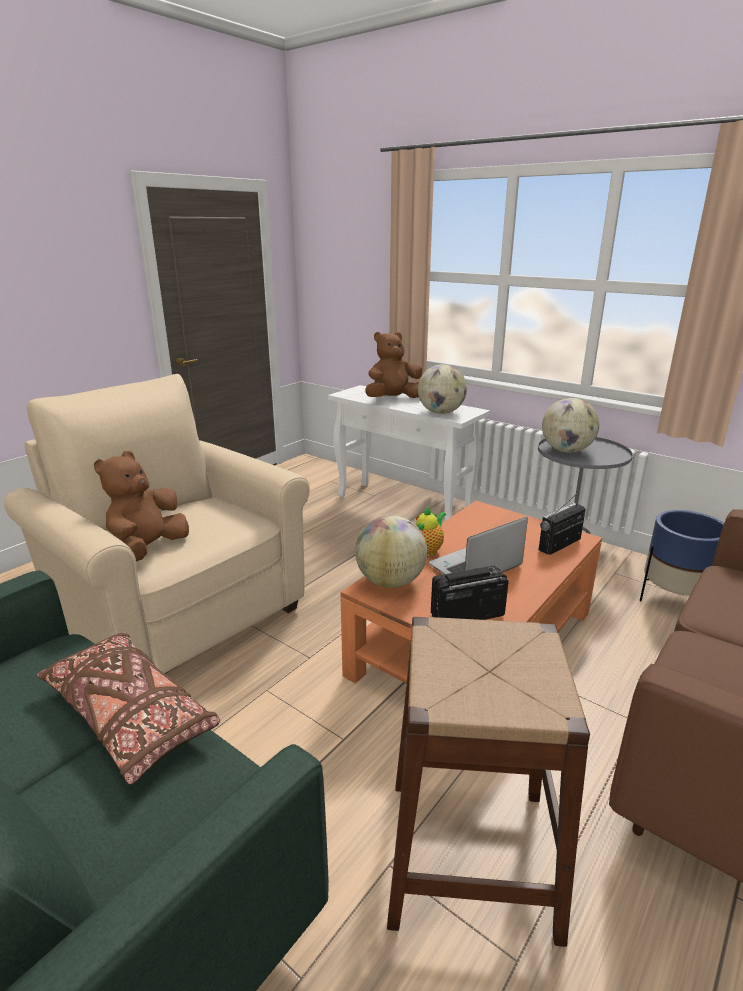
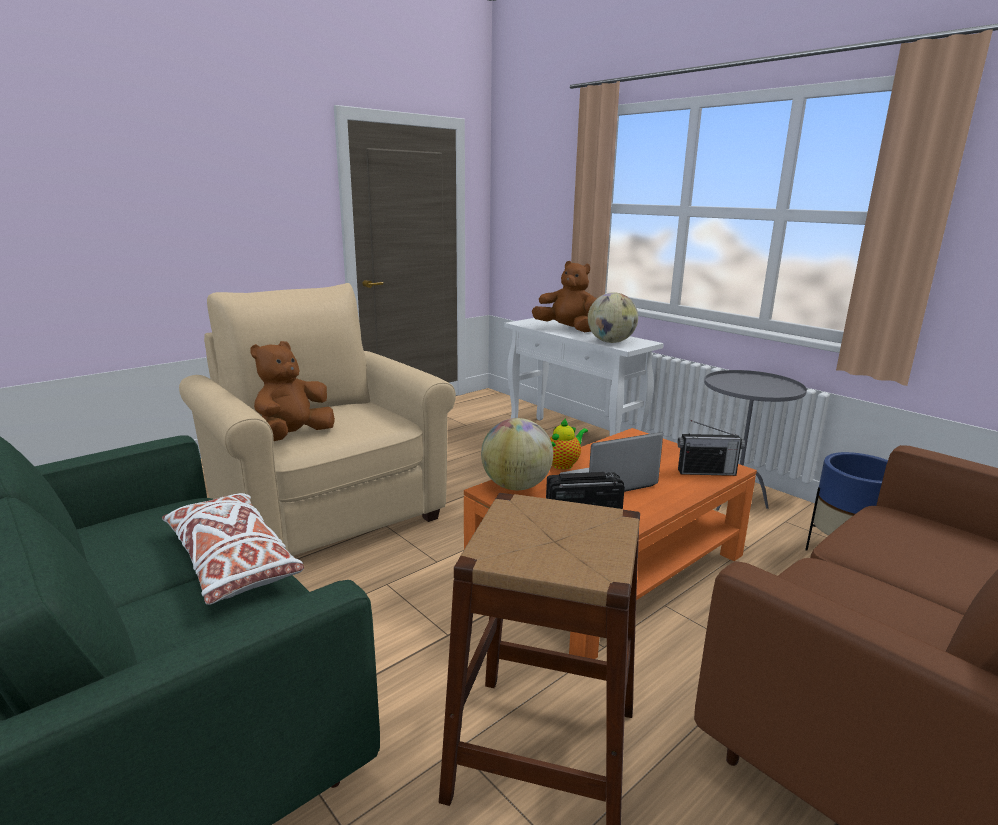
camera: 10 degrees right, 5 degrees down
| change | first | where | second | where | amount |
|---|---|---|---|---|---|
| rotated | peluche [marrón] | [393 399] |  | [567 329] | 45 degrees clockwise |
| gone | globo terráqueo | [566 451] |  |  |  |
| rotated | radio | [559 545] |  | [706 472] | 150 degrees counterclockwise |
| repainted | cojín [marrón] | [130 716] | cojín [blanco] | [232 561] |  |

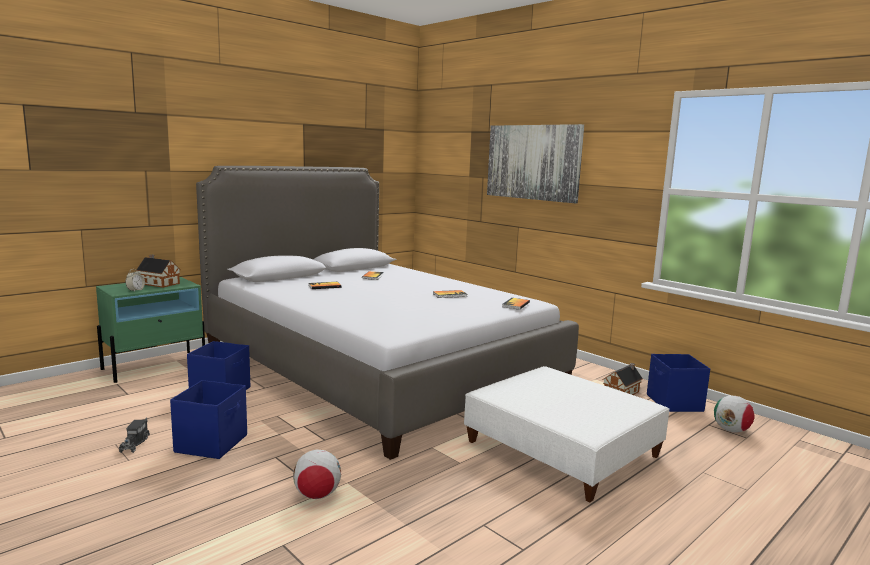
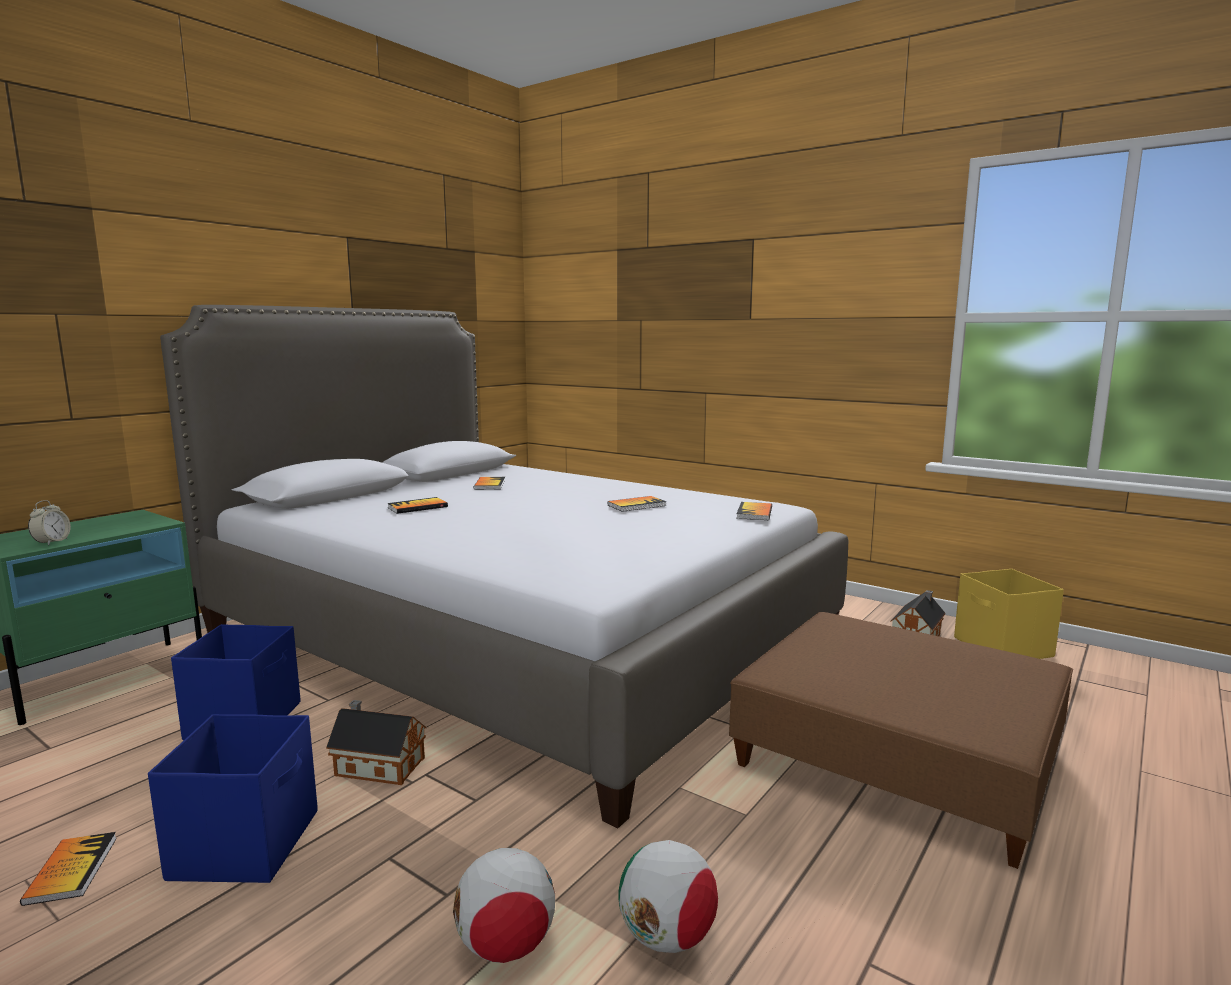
camera: 10 degrees left, 0 degrees up
| change | first | where | second | where | amount |
|---|---|---|---|---|---|
| gone | cuadro | [533 162] |  |  |  |
| shifted | casita | [158 283] |  | [377 765] |  |
| repainted | caja de almacenaje [azul] | [674 403] | caja de almacenaje [amarillo] | [1003 648] |  |
| repainted | puf [blanco] | [561 448] | puf [marrón] | [897 757] |  |
| shifted | balón de fútbol | [731 430] |  | [667 937] |  |
| swapped | camión de juguete | [135 443] | libro | [71 870] |  |

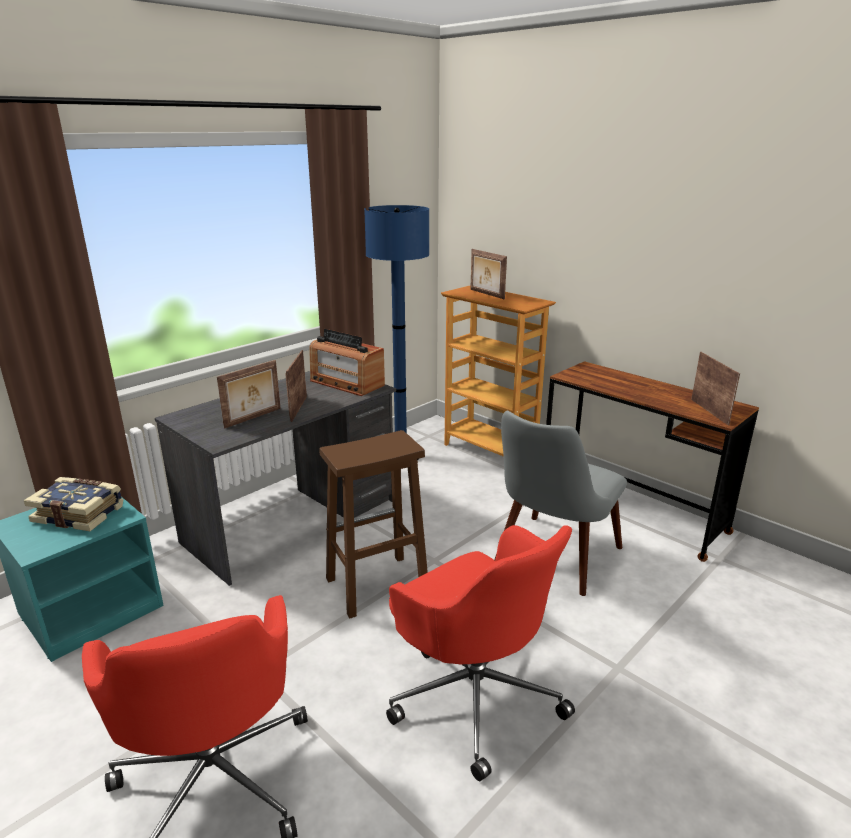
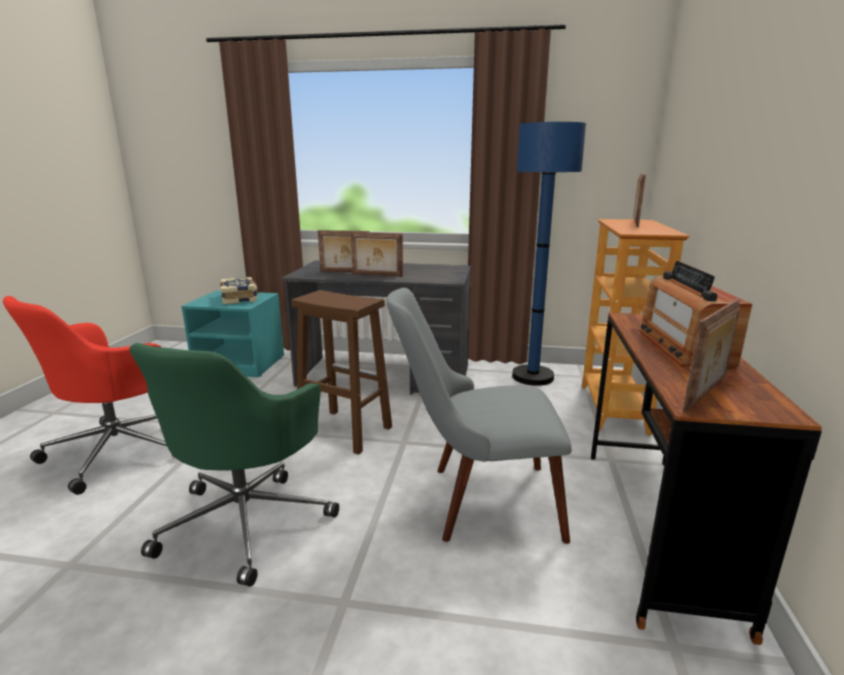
camera: 55 degrees right, 5 degrees down
| change | first | where | second | where | amount |
|---|---|---|---|---|---|
| shifted | radio | [346 383] |  | [683 347] |  |
| rotated | portarretratos | [297 408] |  | [377 275] | 135 degrees counterclockwise |
| repainted | silla de oficina [rojo] | [474 694] | silla de oficina [verde] | [247 520] |  |

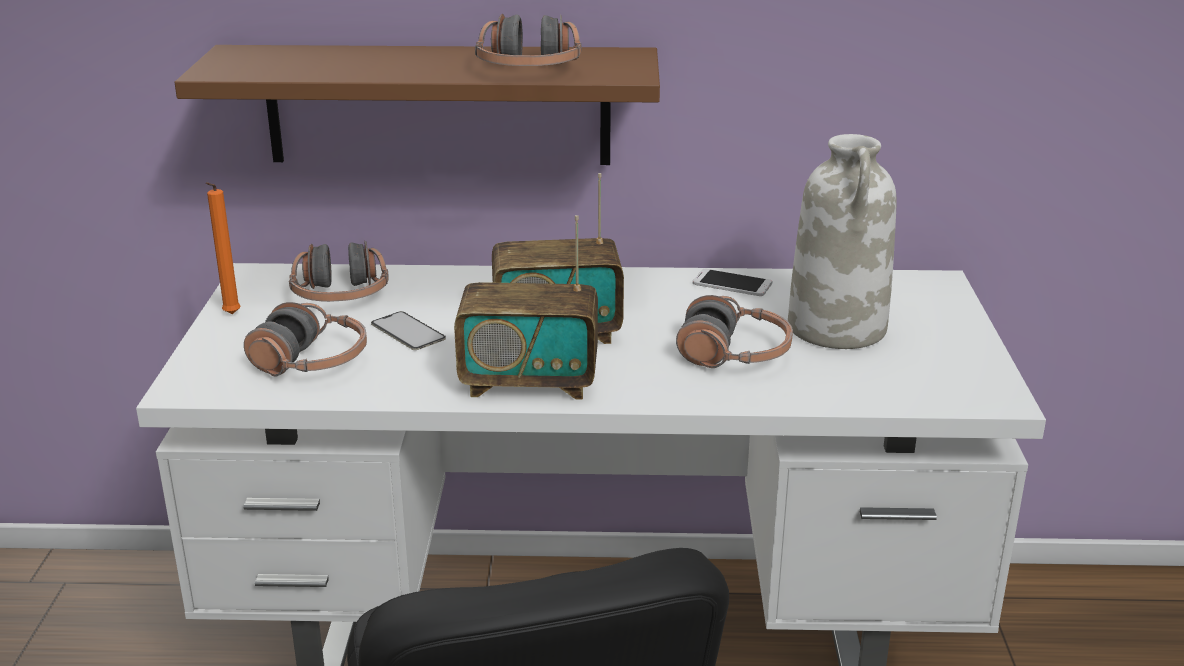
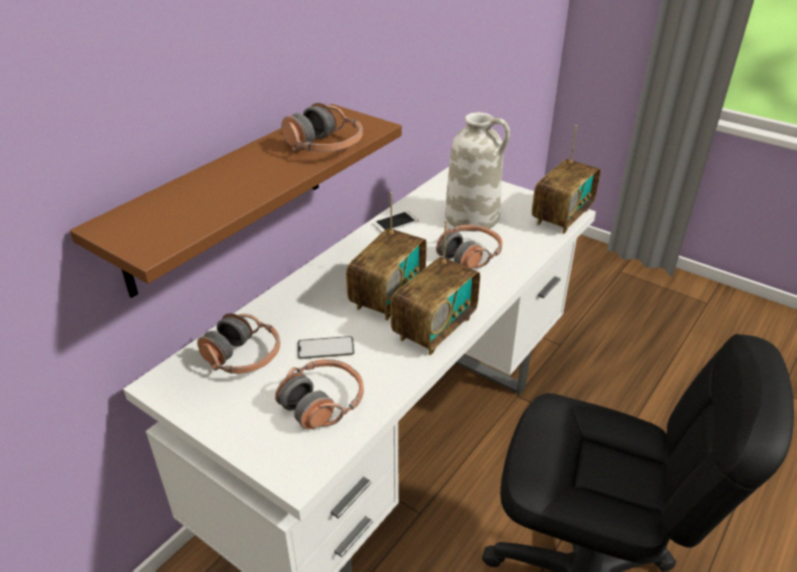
camera: 55 degrees left, 10 degrees up
| change | first | where | second | where | amount |
|---|---|---|---|---|---|
| gone | vela [naranja] | [230 315] |  |  |  |
| new |  |  | radio | [562 217] |  |

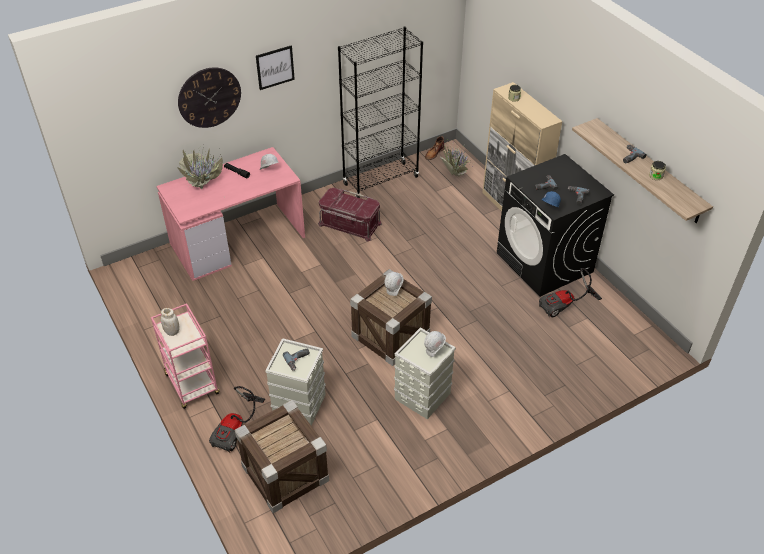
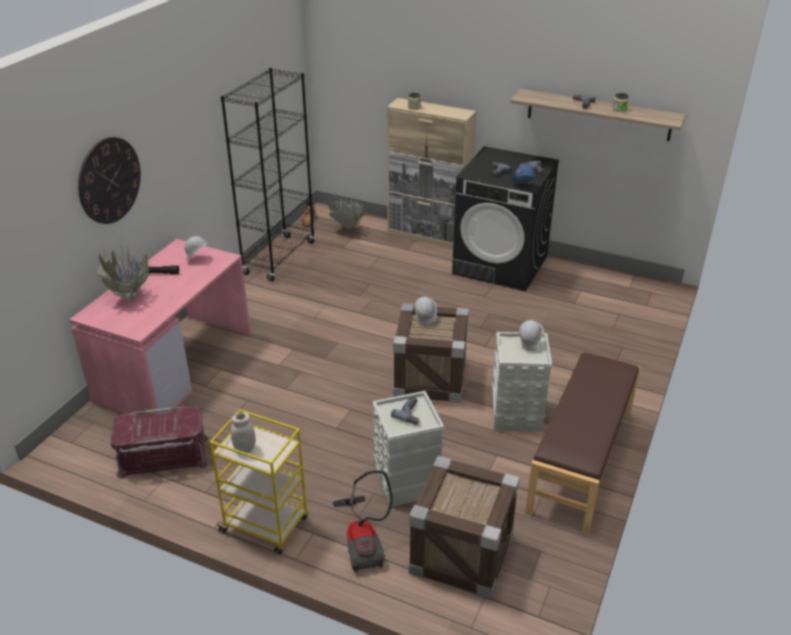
camera: 35 degrees left, 10 degrees down
| change | first | where | second | where | amount |
|---|---|---|---|---|---|
| gone | cuadro | [275 67] |  |  |  |
| shifted | caja de almacenaje [rojo] | [349 224] |  | [163 457] |  |
| gone | aspiradora | [565 306] |  |  |  |
| repainted | carrito [rosa] | [192 385] | carrito [amarillo] | [266 525] |  |
| new |  |  | banco [marrón] | [582 461] |  |

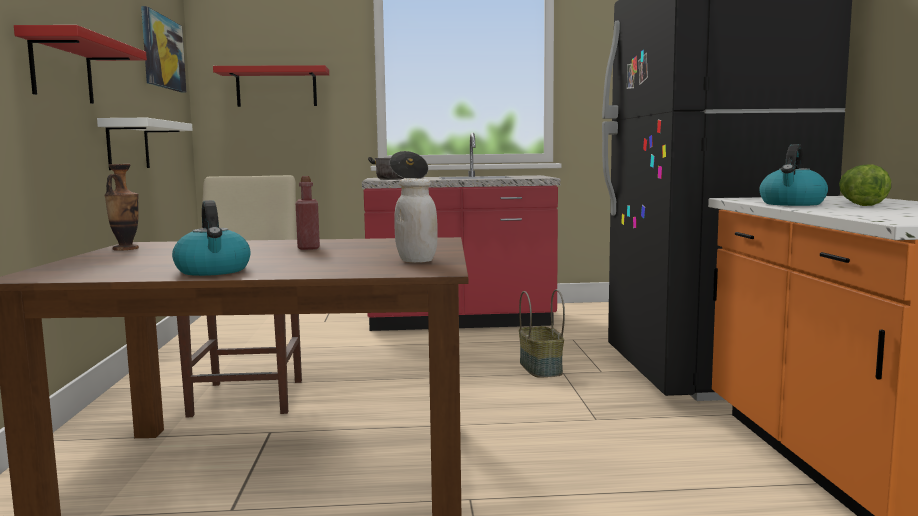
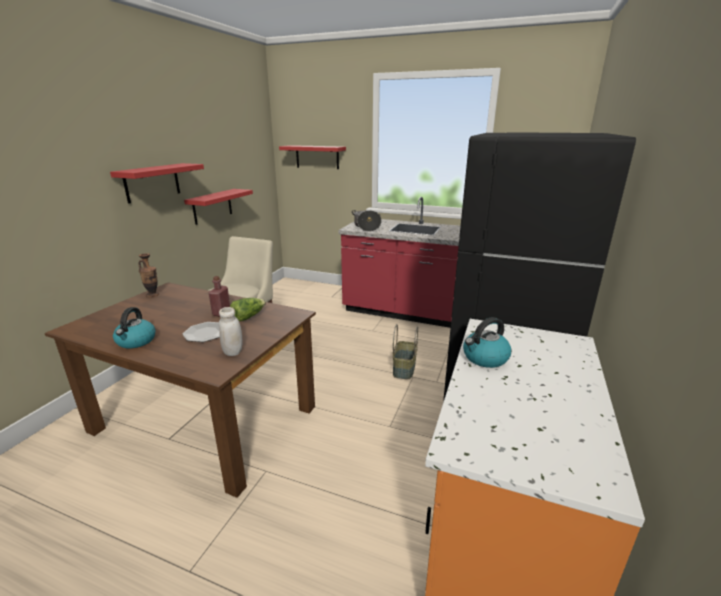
camera: 25 degrees right, 15 degrees up
| change | first | where | second | where | amount |
|---|---|---|---|---|---|
| gone | cuadro | [162 52] |  |  |  |
| repainted | estante [blanco] | [128 145] | estante [rojo] | [212 206] |  |
| shifted | lechuga | [860 204] |  | [248 317] |  |
| new |  |  | plato | [205 333] |  |

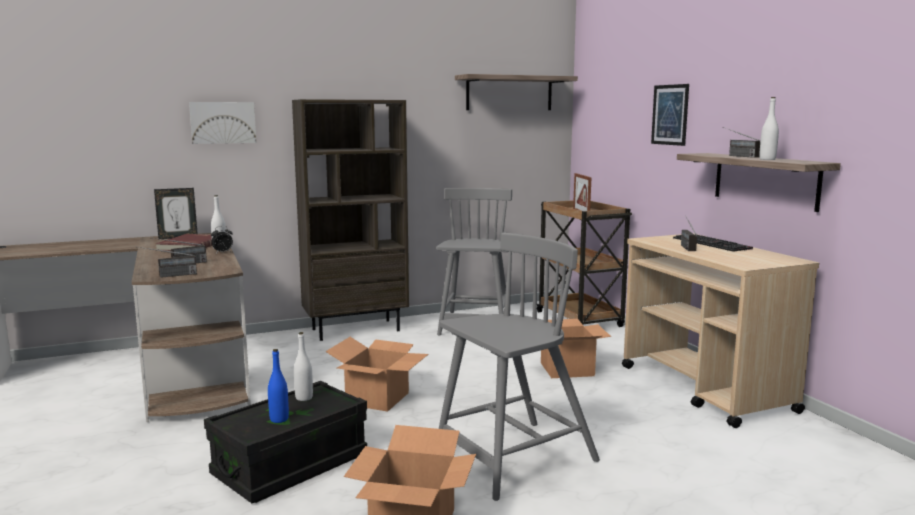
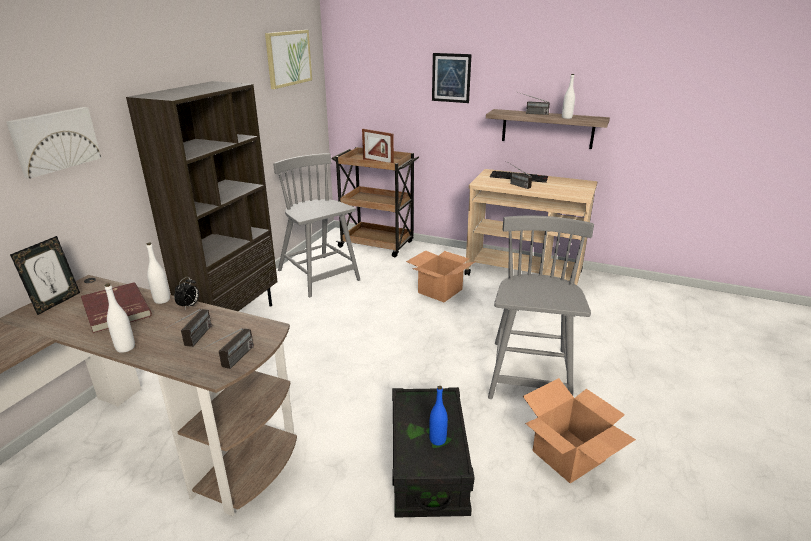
camera: 45 degrees left, 15 degrees up
| change | first | where | second | where | amount |
|---|---|---|---|---|---|
| swapped | estante | [509 93] | cuadro | [288 58] |  |
| shifted | botella [blanco] | [304 398] |  | [125 348] |  |
| gone | caja de cartón | [377 398] |  |  |  |

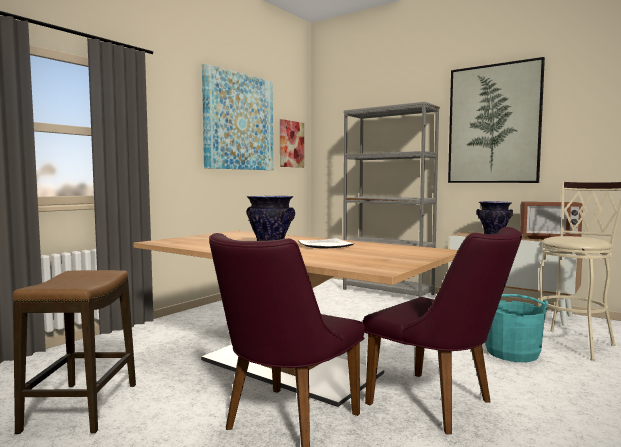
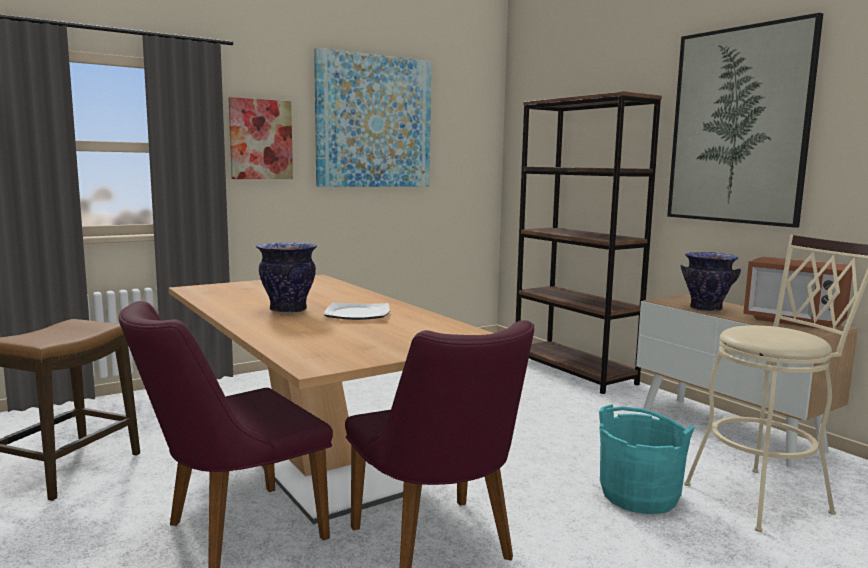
camera: 20 degrees right, 5 degrees up
| change | first | where | second | where | amount |
|---|---|---|---|---|---|
| repainted | estantería [gris] | [388 292] | estantería [marrón] | [573 371] |  |
| shifted | cuadro | [291 144] |  | [261 139] |  |

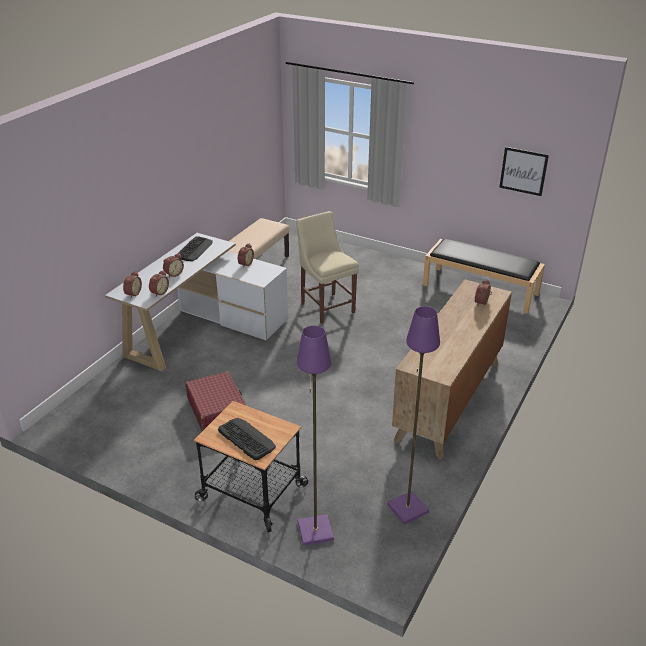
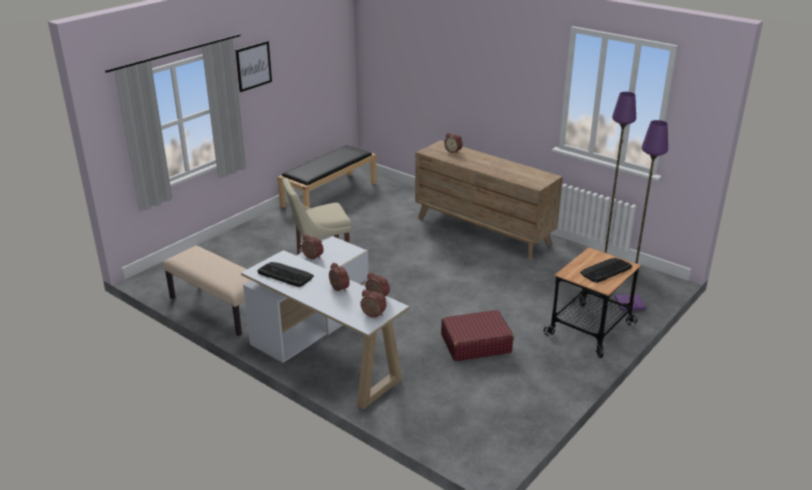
camera: 80 degrees left, 5 degrees down
| change | first | where | second | where | amount |
|---|---|---|---|---|---|
| shifted | cuadro | [523 171] |  | [253 66] |  |

